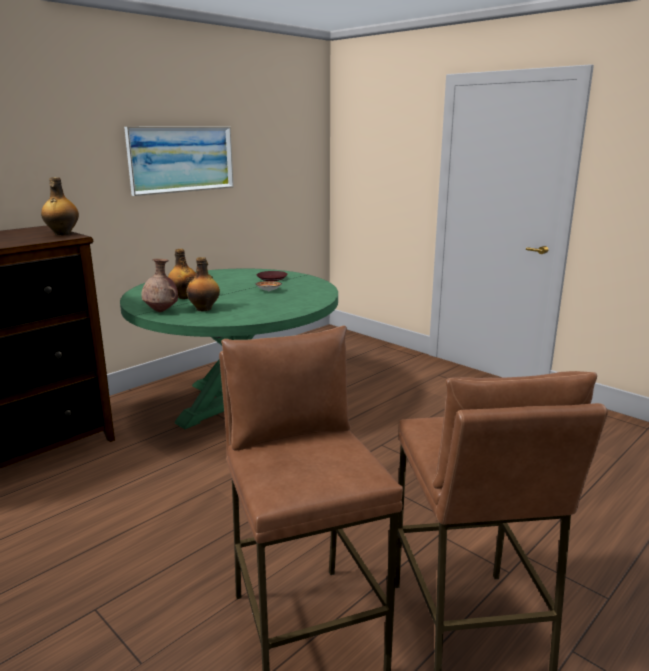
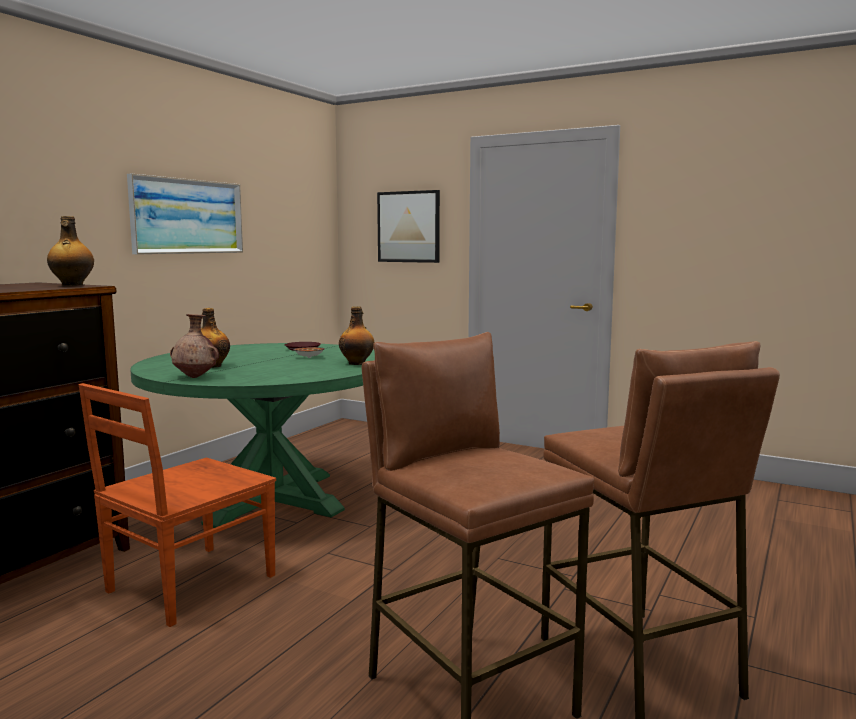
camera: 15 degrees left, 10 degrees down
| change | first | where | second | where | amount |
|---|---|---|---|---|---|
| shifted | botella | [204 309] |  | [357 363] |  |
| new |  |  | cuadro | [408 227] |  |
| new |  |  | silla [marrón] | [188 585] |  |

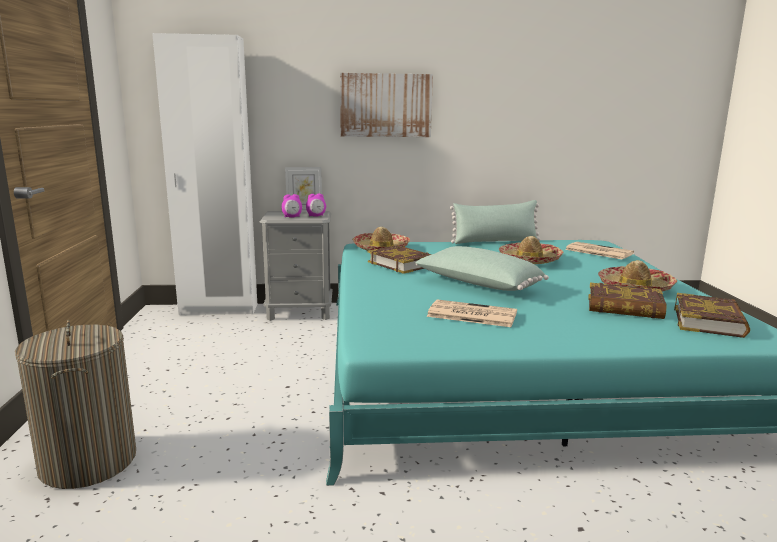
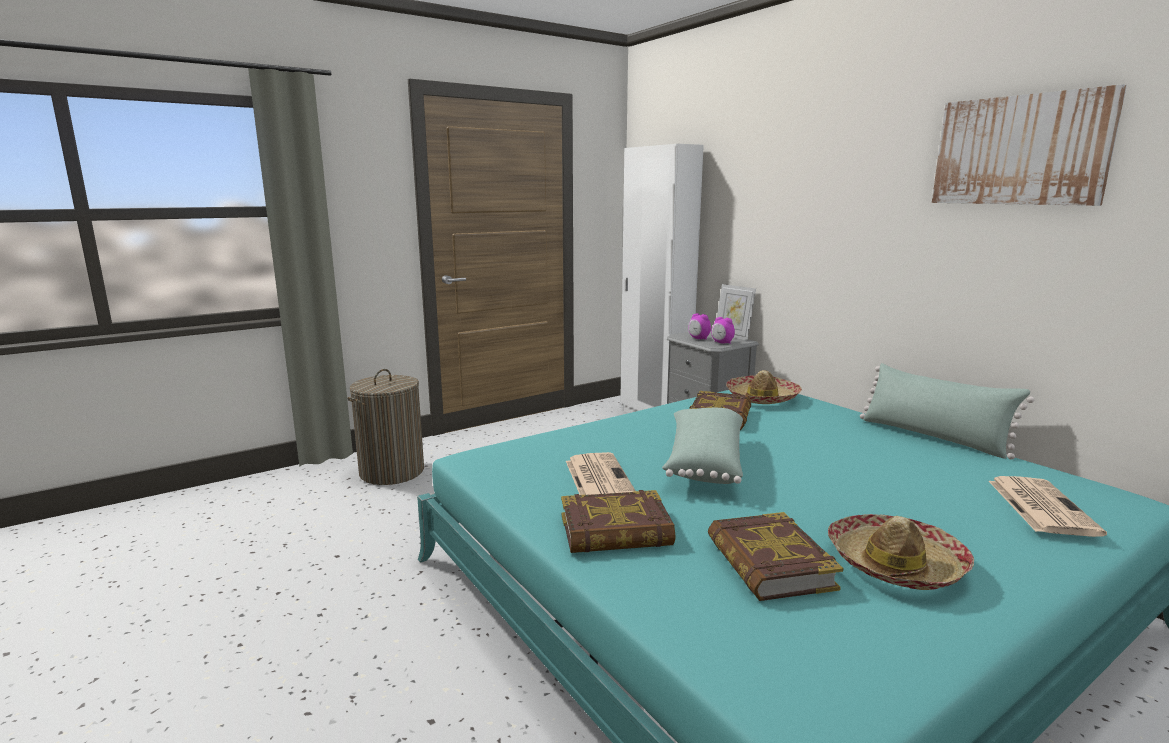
camera: 60 degrees right, 0 degrees up
| change | first | where | second | where | amount |
|---|---|---|---|---|---|
| shifted | cuadro | [386 105] |  | [1020 150] |  |
| gone | sombrero | [529 260] |  |  |  |
| shifted | libro | [709 321] |  | [616 531] |  |

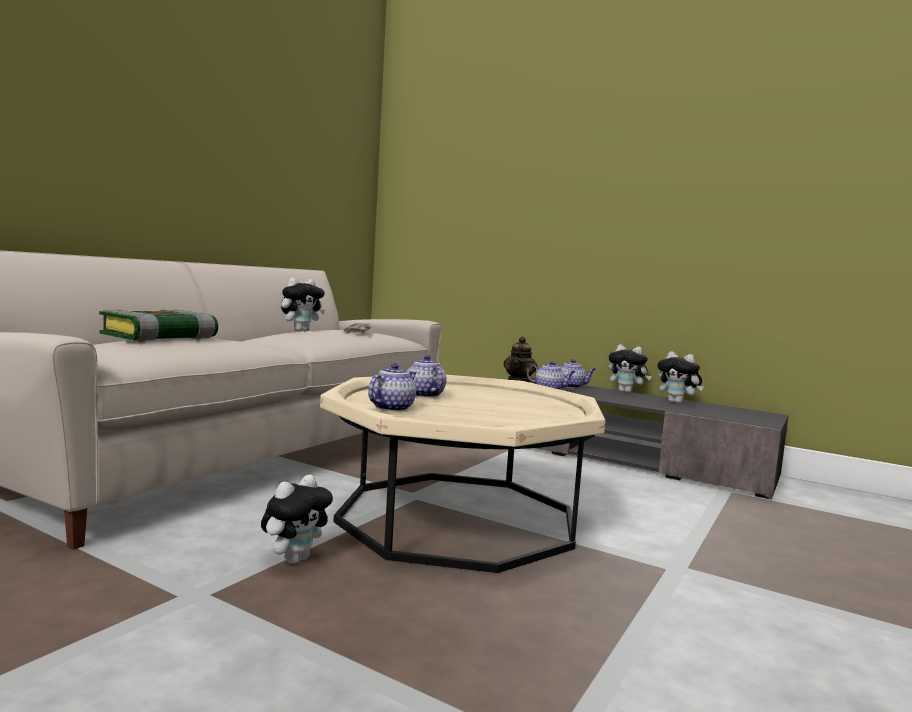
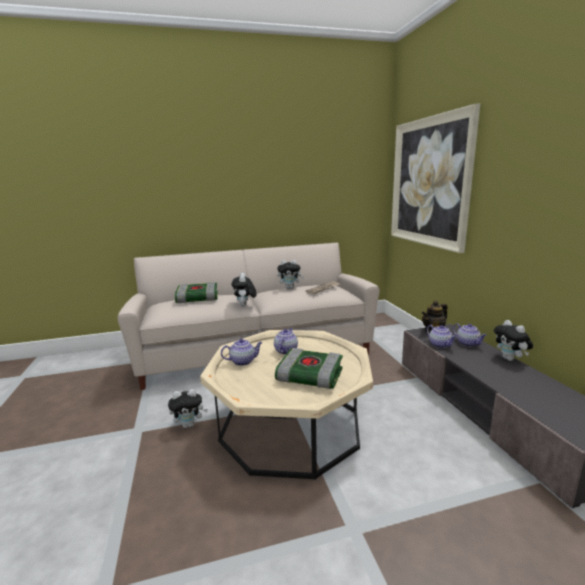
camera: 45 degrees right, 10 degrees up
| change | first | where | second | where | amount |
|---|---|---|---|---|---|
| shifted | peluche | [677 403] |  | [245 306] |  |
| new |  |  | cuadro | [429 182] |  |
| new |  |  | libro | [308 376] |  |

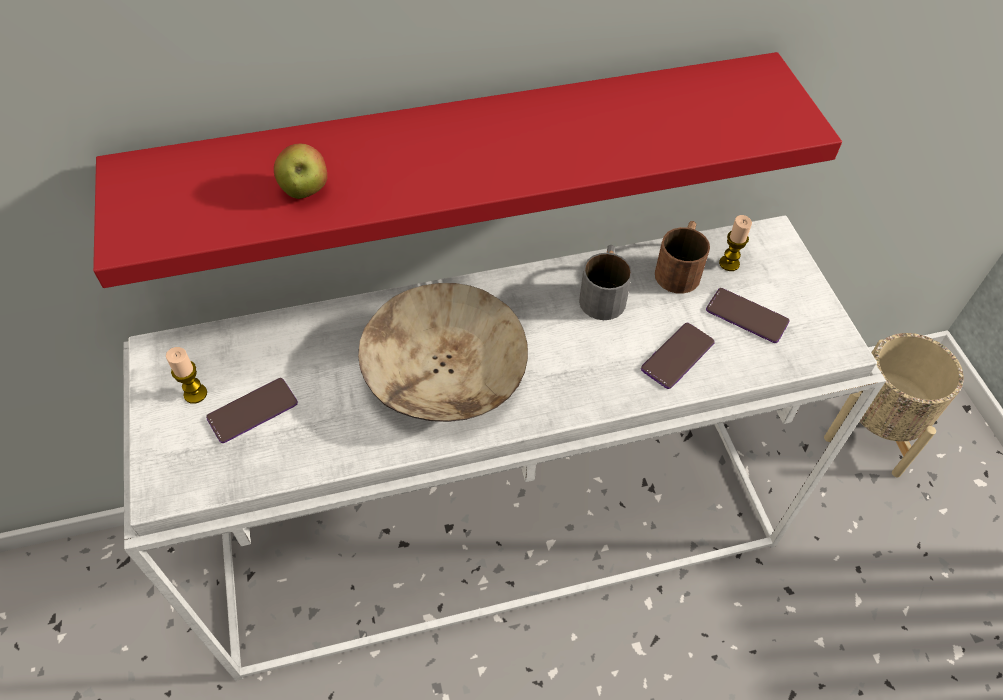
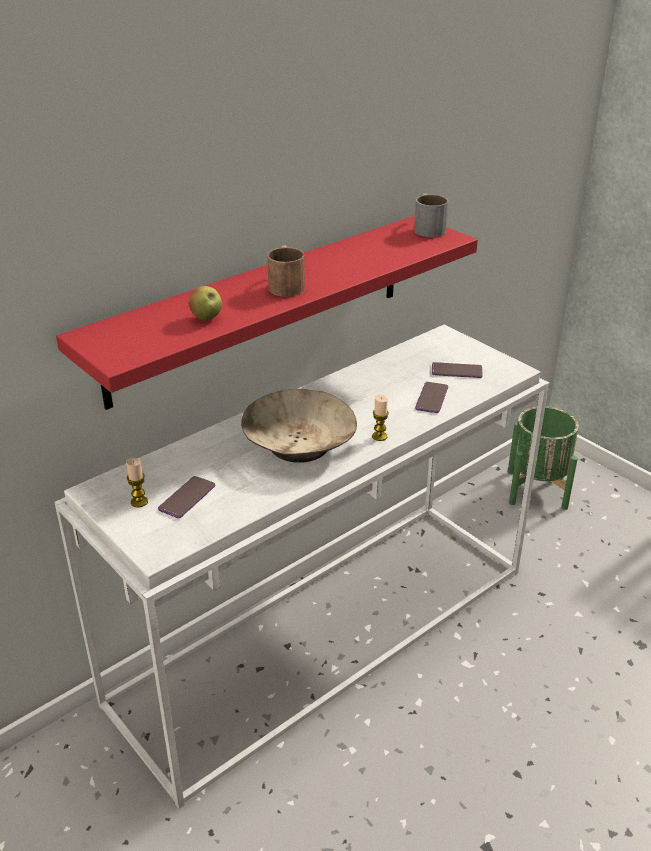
camera: 25 degrees left, 20 degrees down
| change | first | where | second | where | amount |
|---|---|---|---|---|---|
| shifted | vela | [729 263] |  | [379 436] |  |
| shifted | taza grande [marrón] | [680 267] |  | [286 284] |  |
| shifted | taza grande [gris] | [604 292] |  | [427 228] |  |
| repainted | maceta [beis] | [873 430] | maceta [verde] | [536 489] |  |

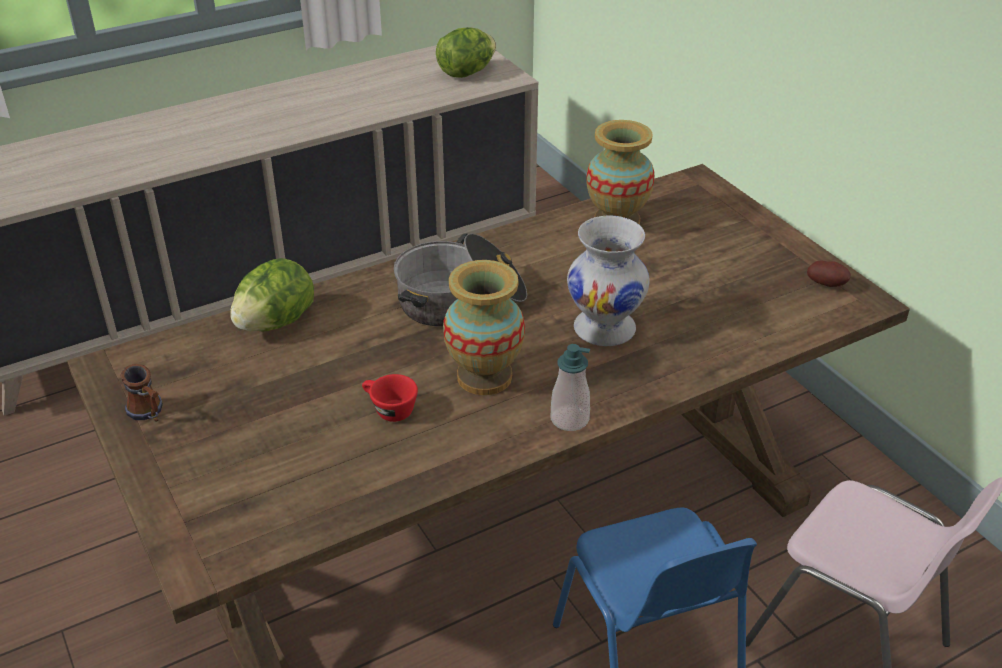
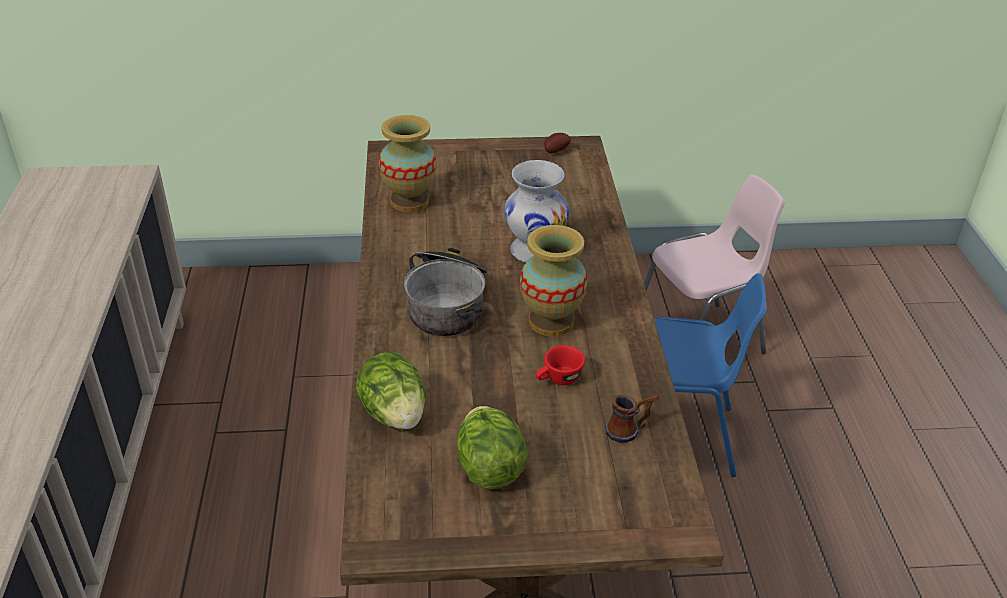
camera: 65 degrees left, 0 degrees up
| change | first | where | second | where | amount |
|---|---|---|---|---|---|
| shifted | lechuga | [466 73] |  | [489 468] |  |
| gone | dispensador de jabón | [569 419] |  |  |  |
| shifted | taza grande | [149 414] |  | [630 430] |  |

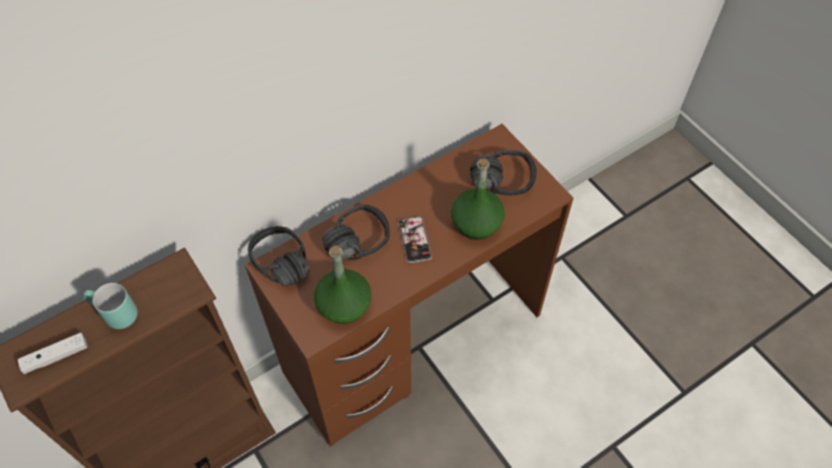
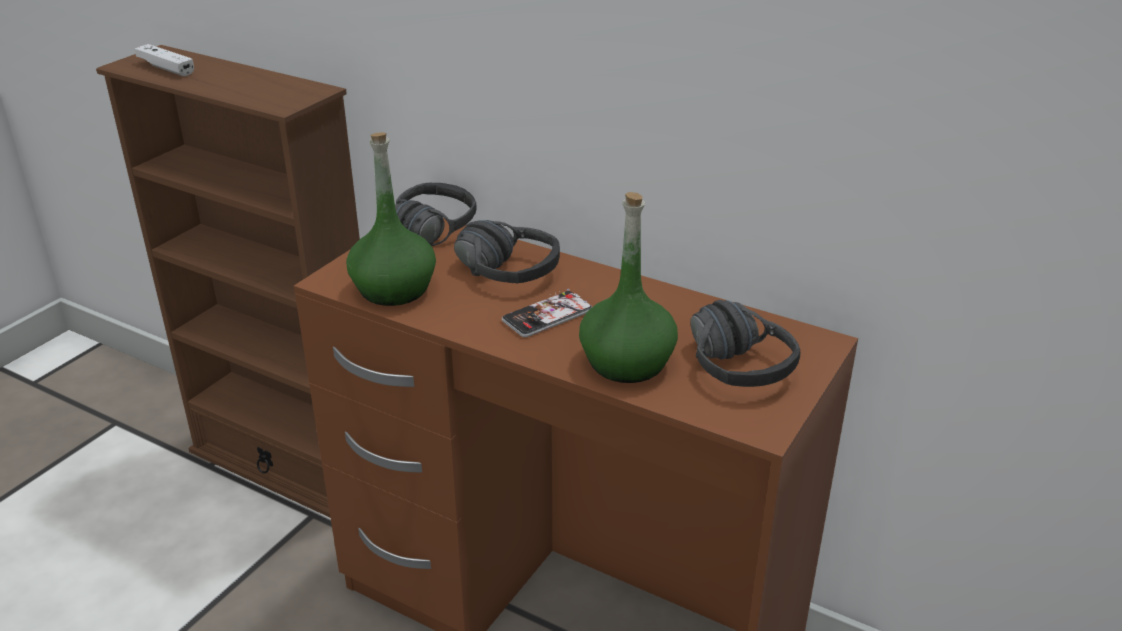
camera: 65 degrees right, 25 degrees down
| change | first | where | second | where | amount |
|---|---|---|---|---|---|
| gone | taza grande [turquesa] | [114 315] |  |  |  |

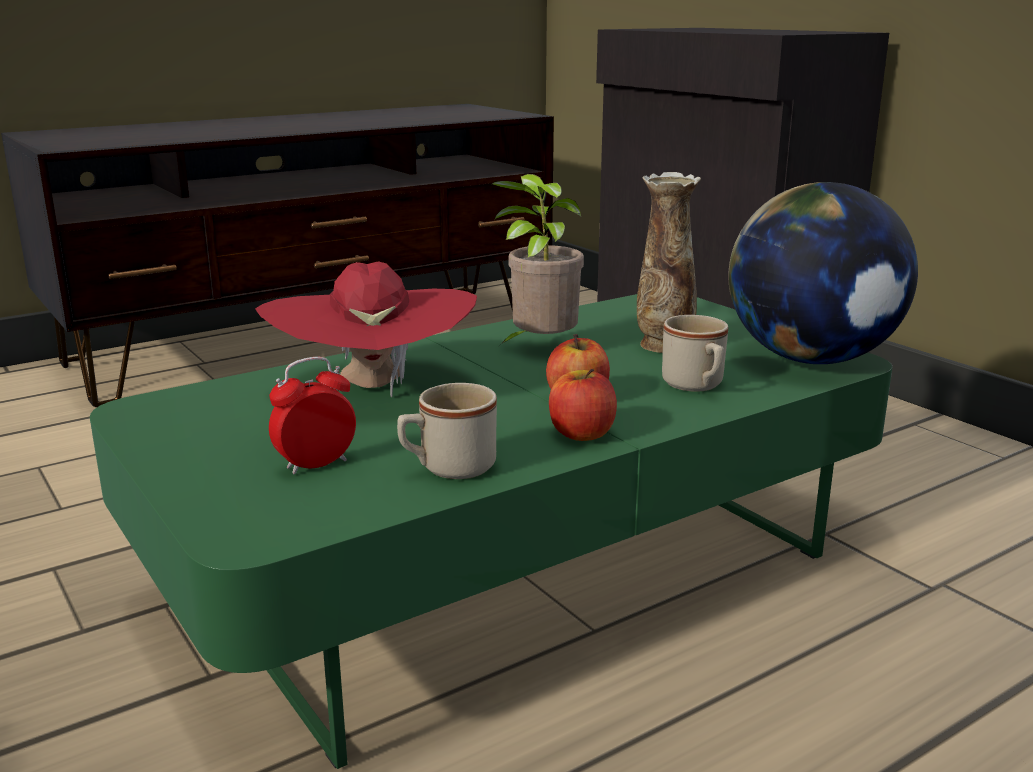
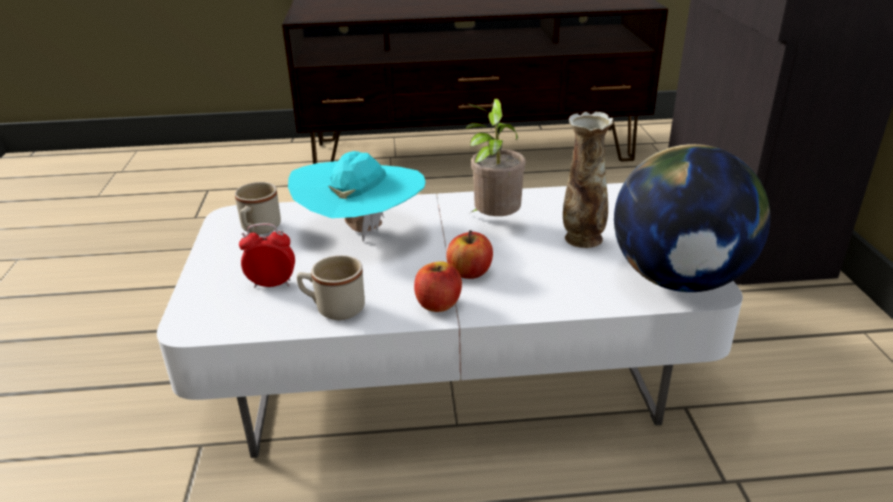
camera: 30 degrees right, 10 degrees up
| change | first | where | second | where | amount |
|---|---|---|---|---|---|
| repainted | sombrero [rojo] | [373 387] | sombrero [turquesa] | [361 231] |  |
| repainted | mesa de centro [verde] | [516 568] | mesa de centro [blanco] | [449 363] |  |
| shifted | taza grande [beis] | [696 386] |  | [259 229] |  |

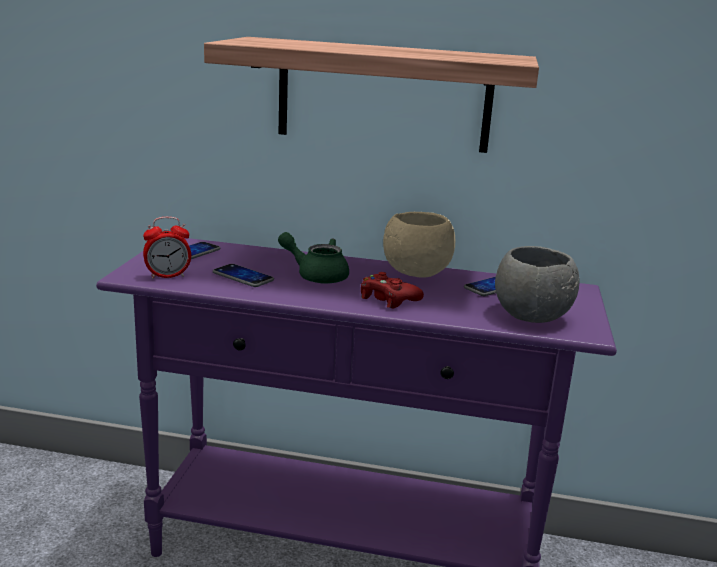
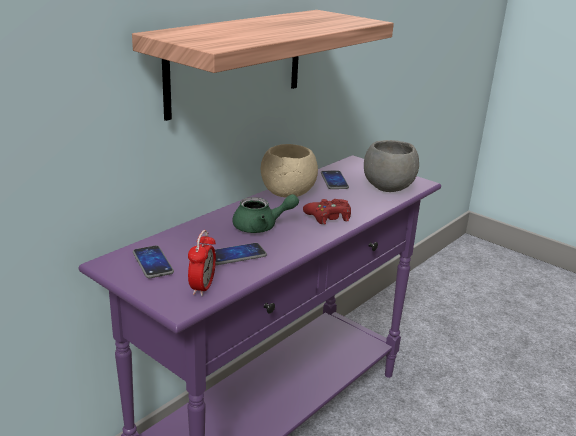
camera: 60 degrees left, 5 degrees up
| change | first | where | second | where | amount |
|---|---|---|---|---|---|
| rotated | tetera [verde] | [316 275] |  | [261 227] | 150 degrees counterclockwise |

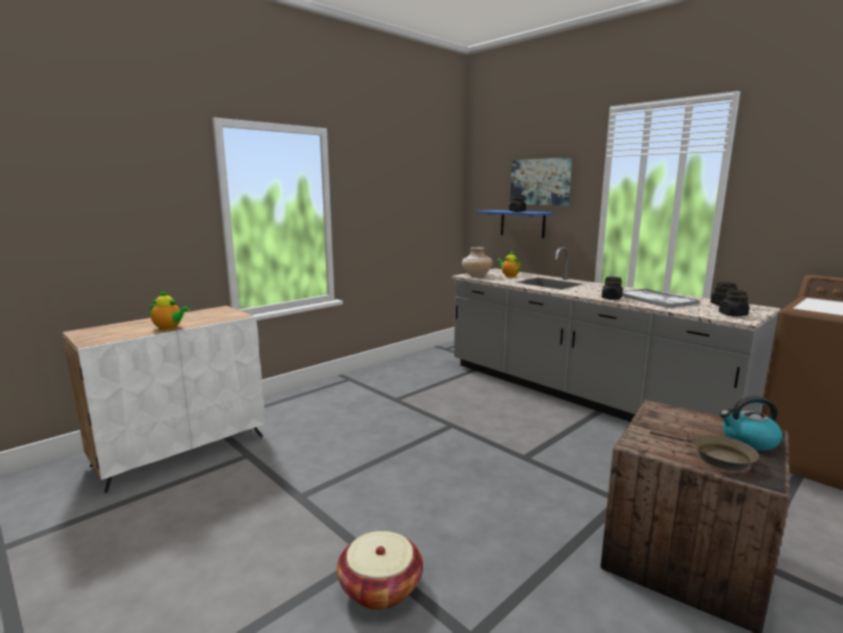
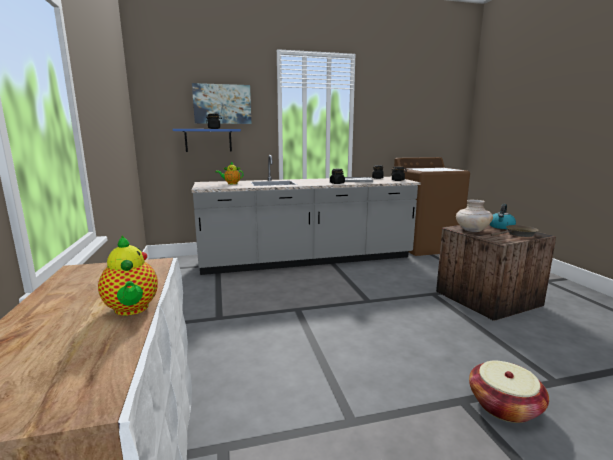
camera: 60 degrees left, 0 degrees up
| change | first | where | second | where | amount |
|---|---|---|---|---|---|
| shifted | florero [beis] | [476 275] |  | [472 230] |  |
| rotated | tetera | [169 328] |  | [132 310] | 105 degrees clockwise |

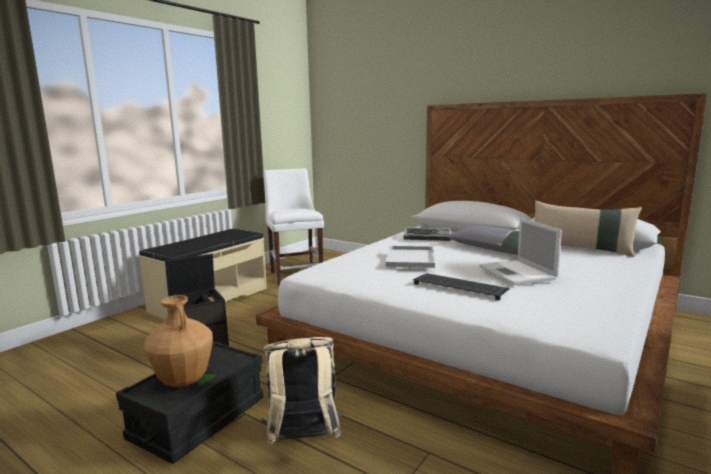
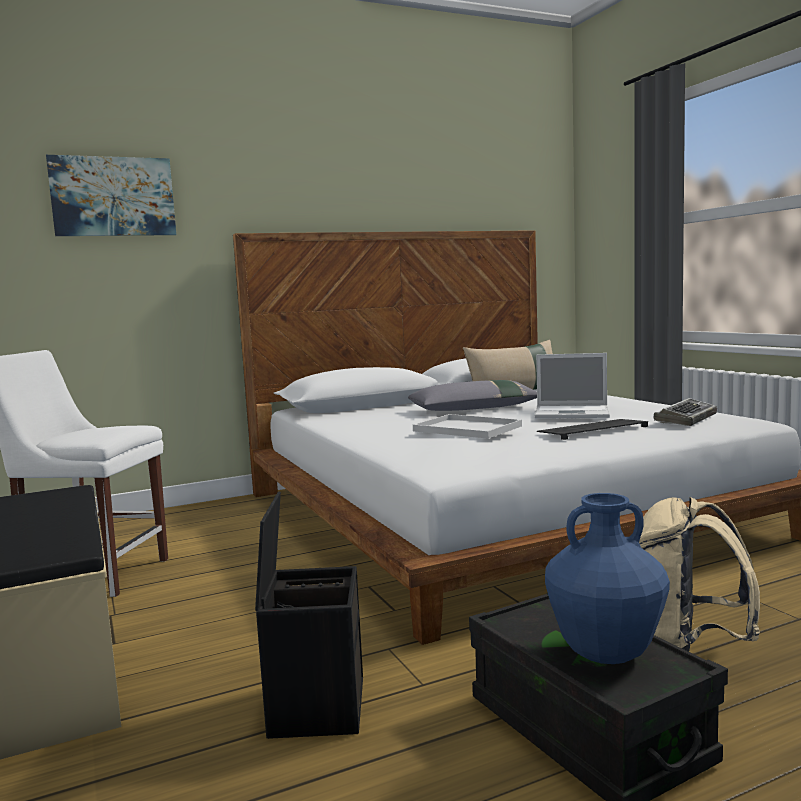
camera: 60 degrees left, 5 degrees down
| change | first | where | second | where | amount |
|---|---|---|---|---|---|
| shifted | teclado | [427 238] |  | [686 419] |  |
| repainted | florero [marrón] | [183 381] | florero [azul] | [605 654] |  |
| new |  |  | cuadro | [113 197] |  |

